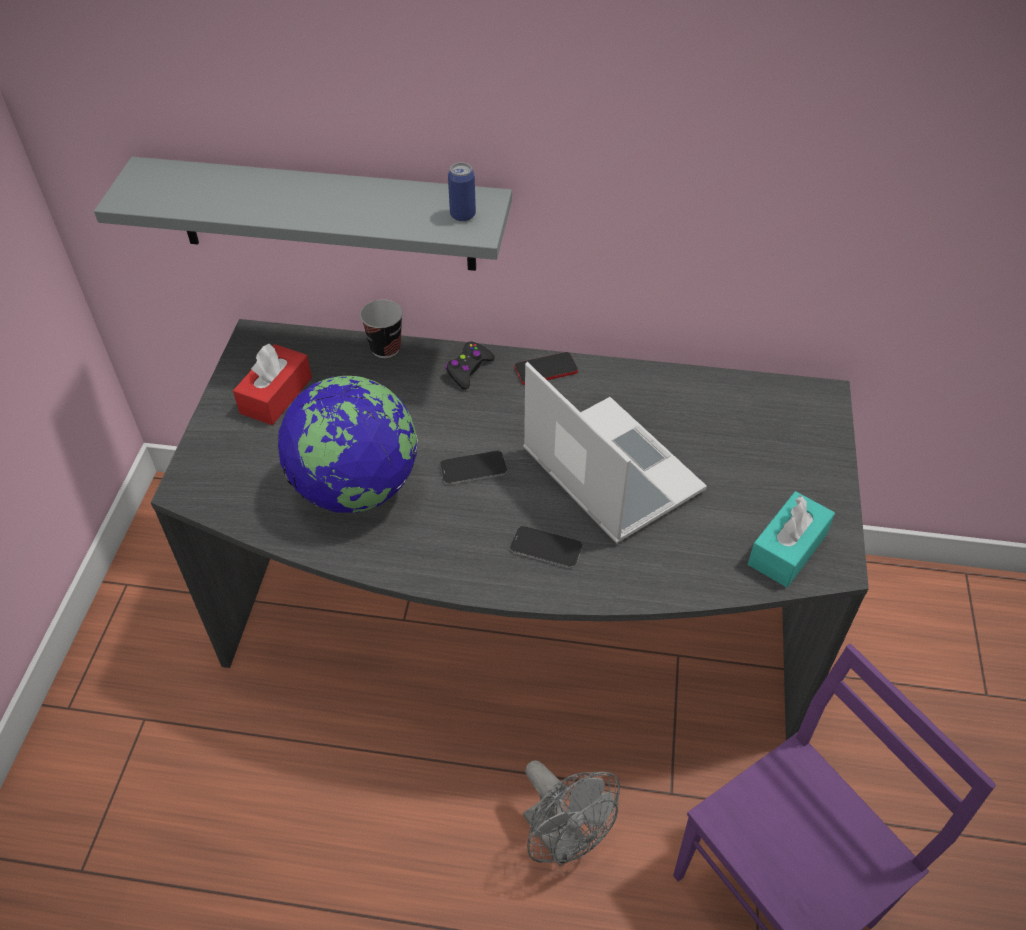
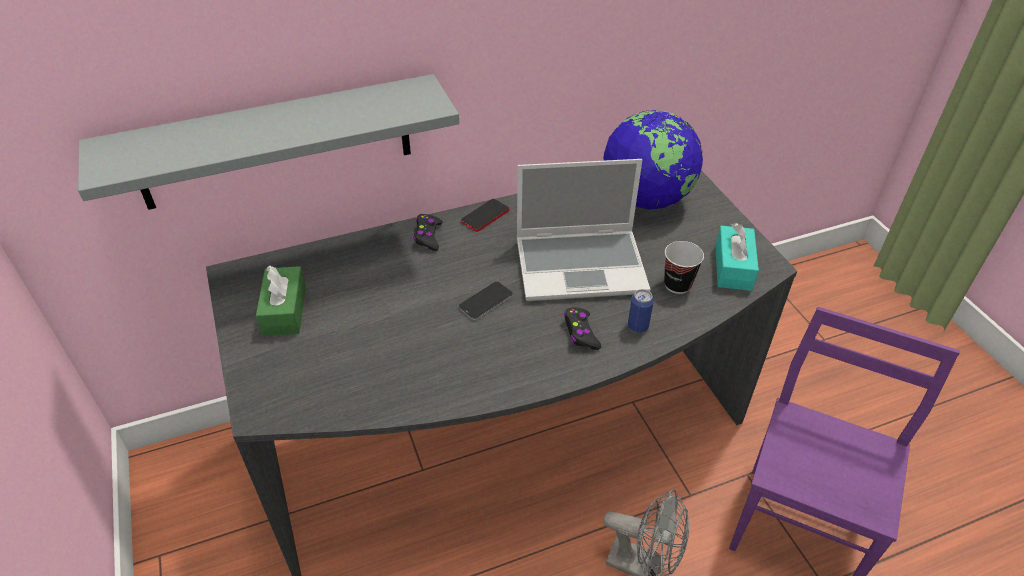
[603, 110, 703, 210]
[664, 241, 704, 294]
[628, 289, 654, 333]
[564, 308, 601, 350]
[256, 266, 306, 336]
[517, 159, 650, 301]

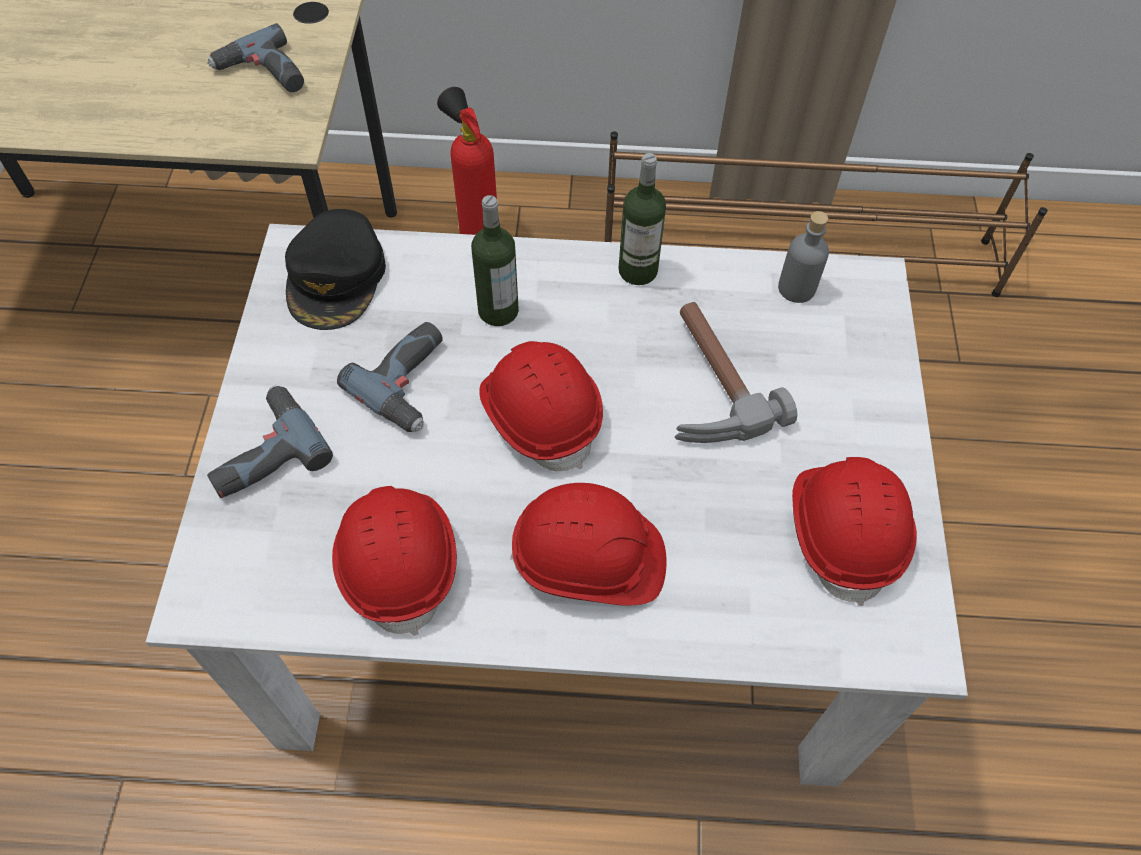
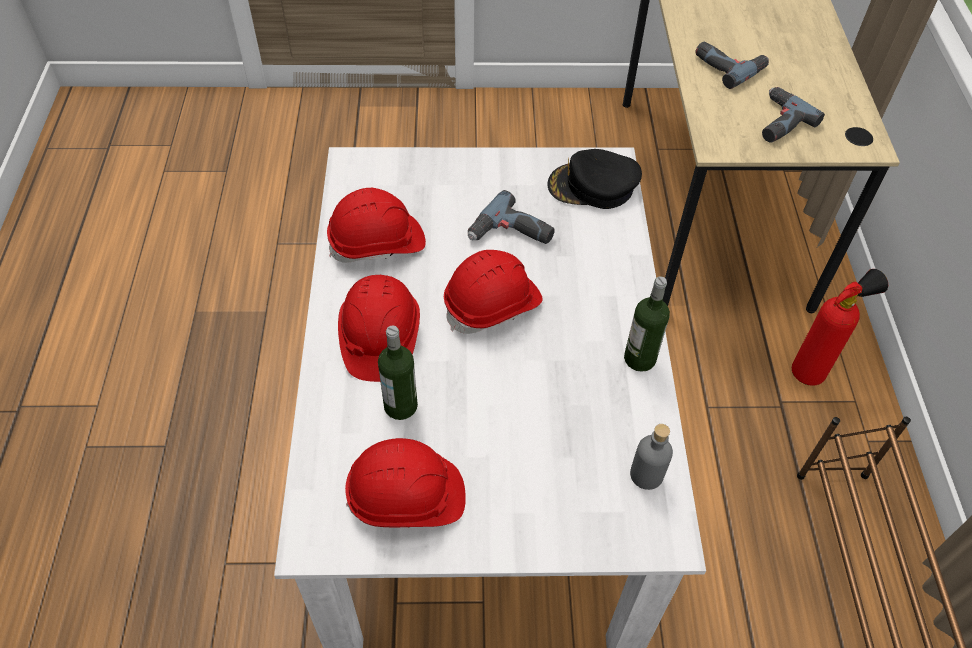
[675, 302, 797, 443] (first image)
[695, 42, 769, 89]
[378, 325, 418, 420]

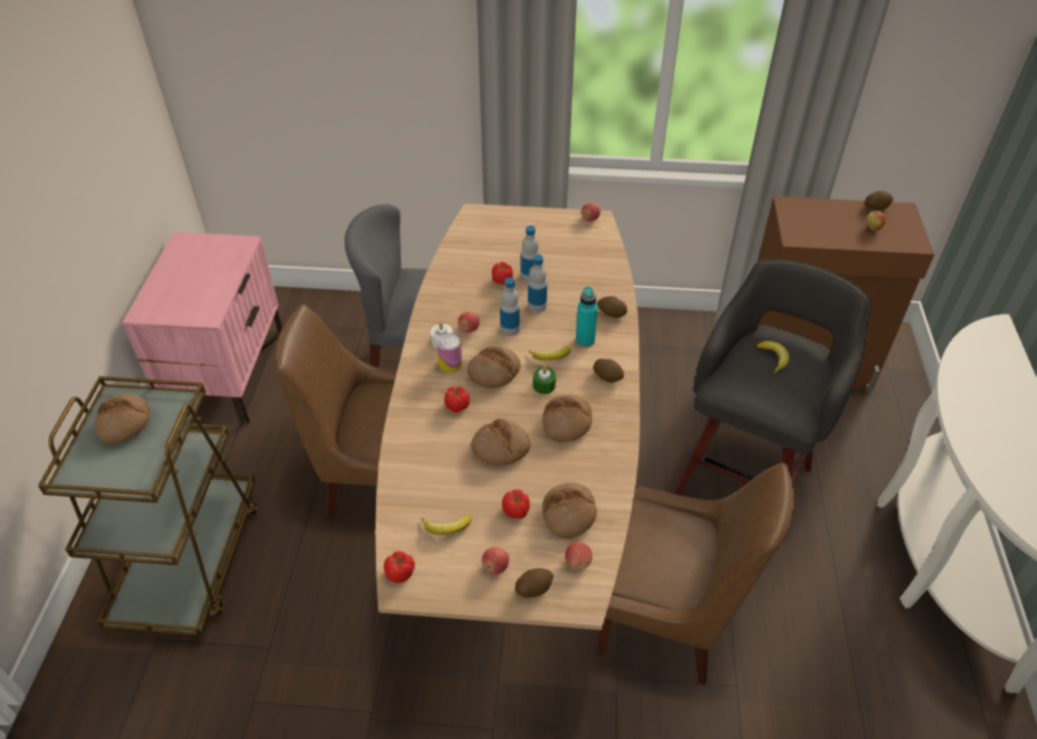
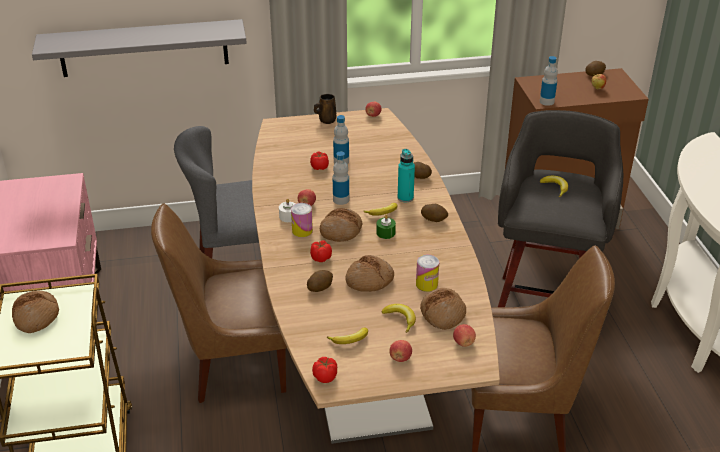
[542, 395, 592, 442] (first image)
[32, 19, 247, 77]
[314, 94, 336, 124]
[416, 255, 439, 292]
[307, 270, 333, 292]
[540, 56, 558, 106]
[381, 304, 416, 333]

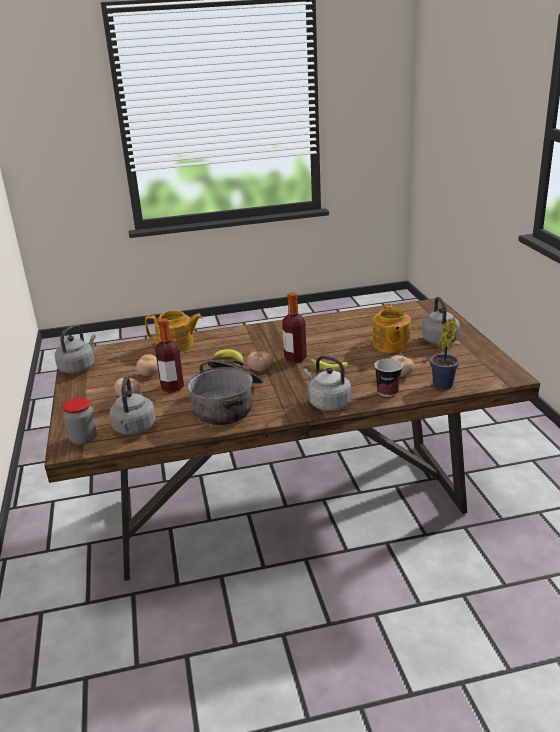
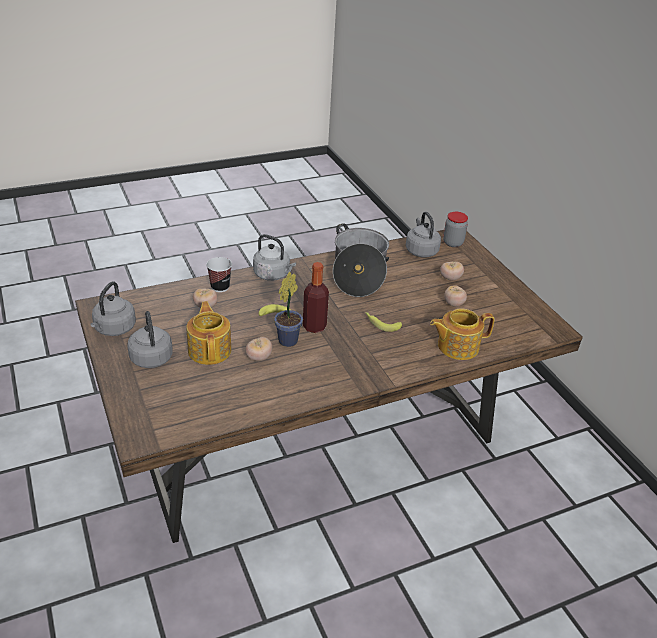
[155, 318, 184, 393] (first image)
[90, 281, 136, 336]
[245, 337, 272, 361]
[274, 272, 303, 347]

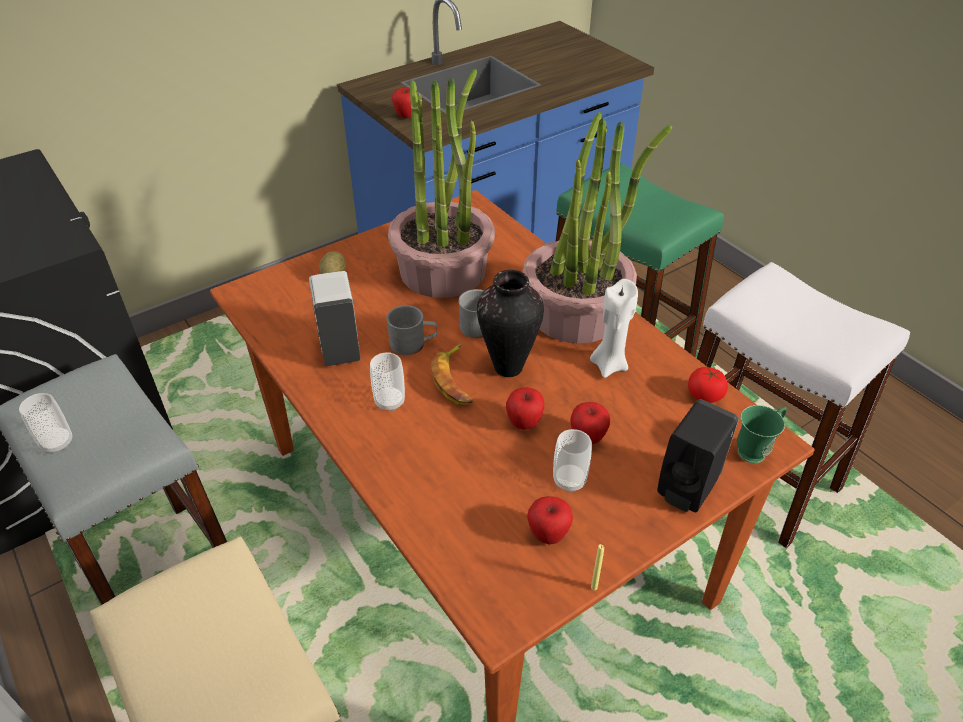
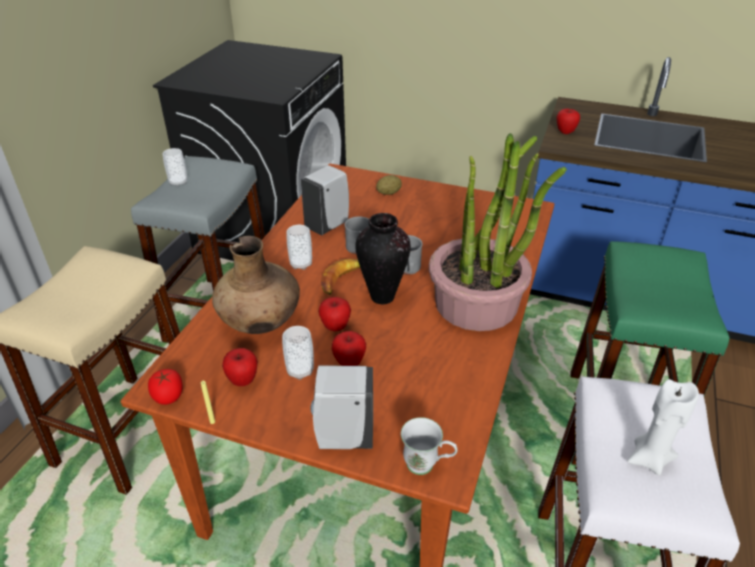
[388, 69, 495, 298] (first image)
[212, 236, 300, 334]
[627, 379, 699, 475]
[148, 369, 183, 405]
[310, 365, 373, 449]
[401, 417, 458, 475]

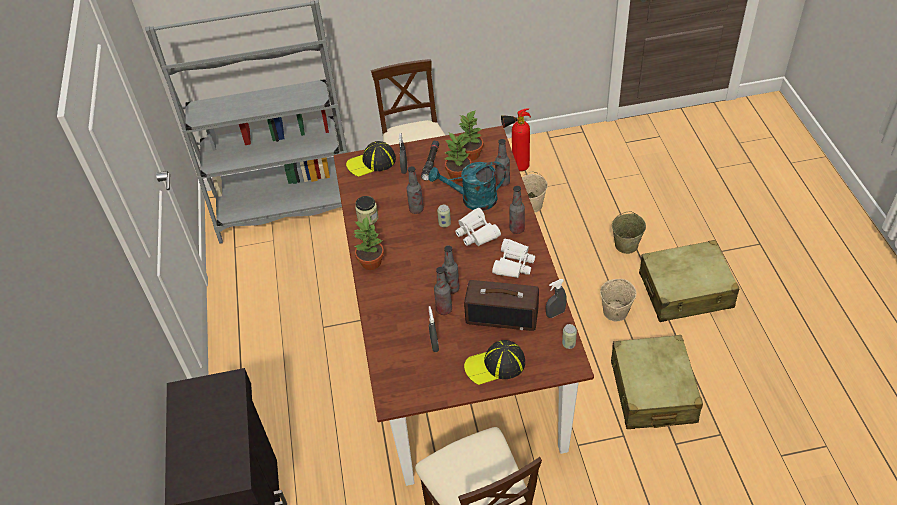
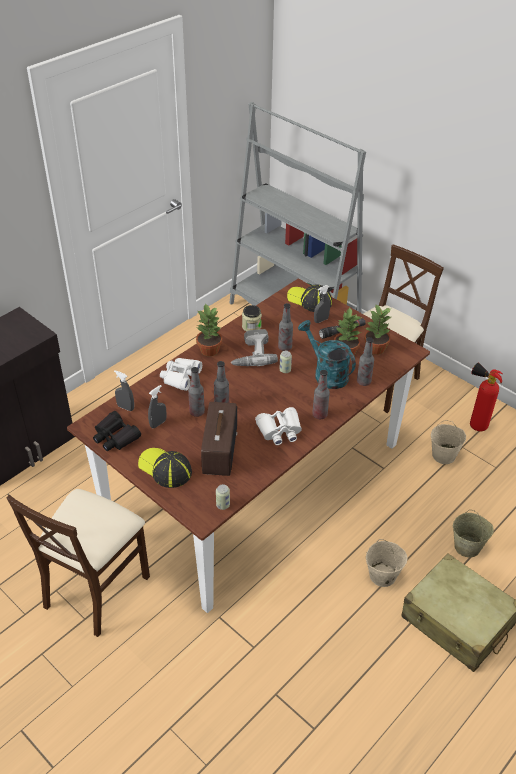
[611, 335, 703, 429] (first image)
[93, 411, 141, 451]
[231, 329, 278, 366]
[160, 358, 202, 391]
[114, 370, 134, 411]
[201, 402, 237, 476]

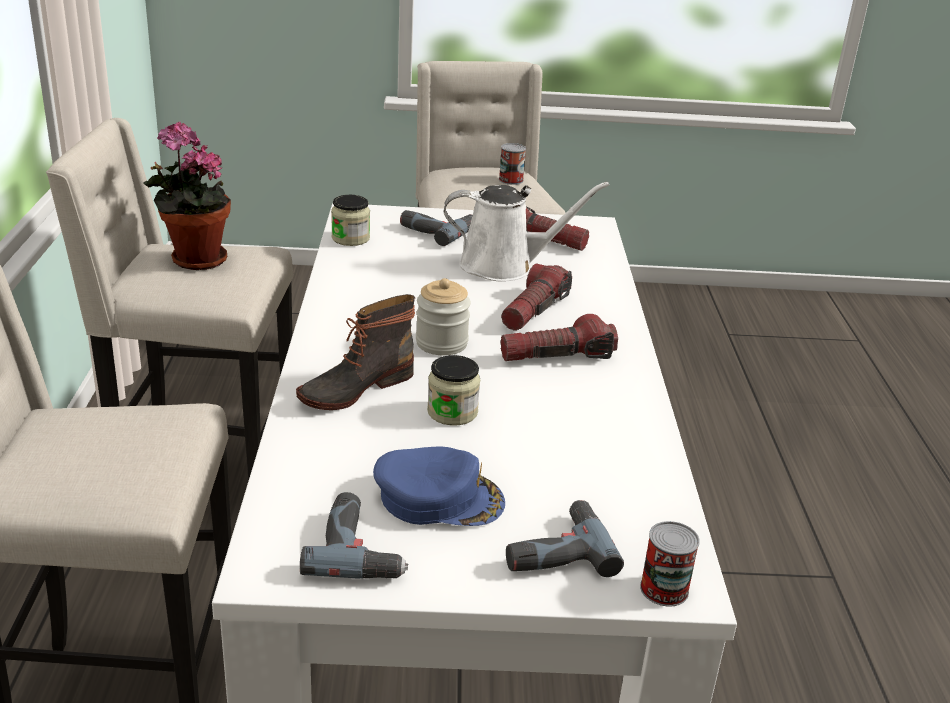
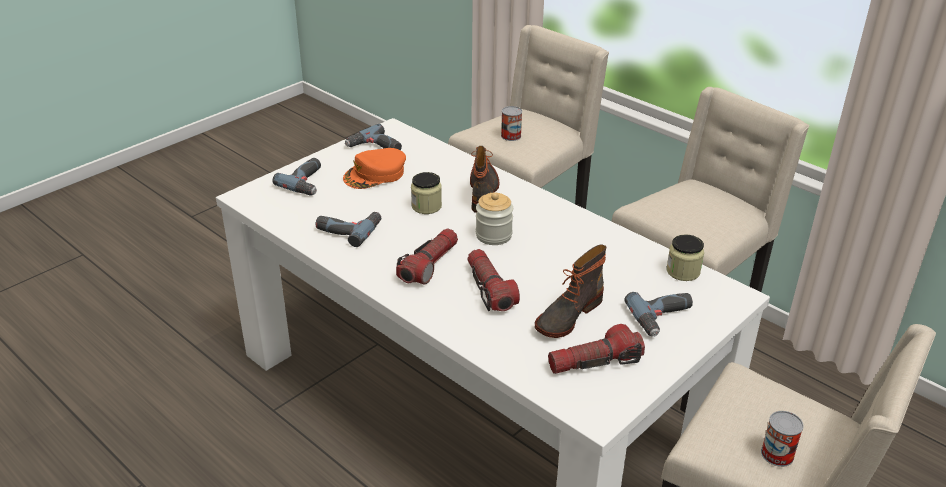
[144, 122, 231, 270] (first image)
[316, 212, 381, 247]
[501, 106, 522, 141]
[535, 245, 606, 338]
[343, 148, 406, 189]

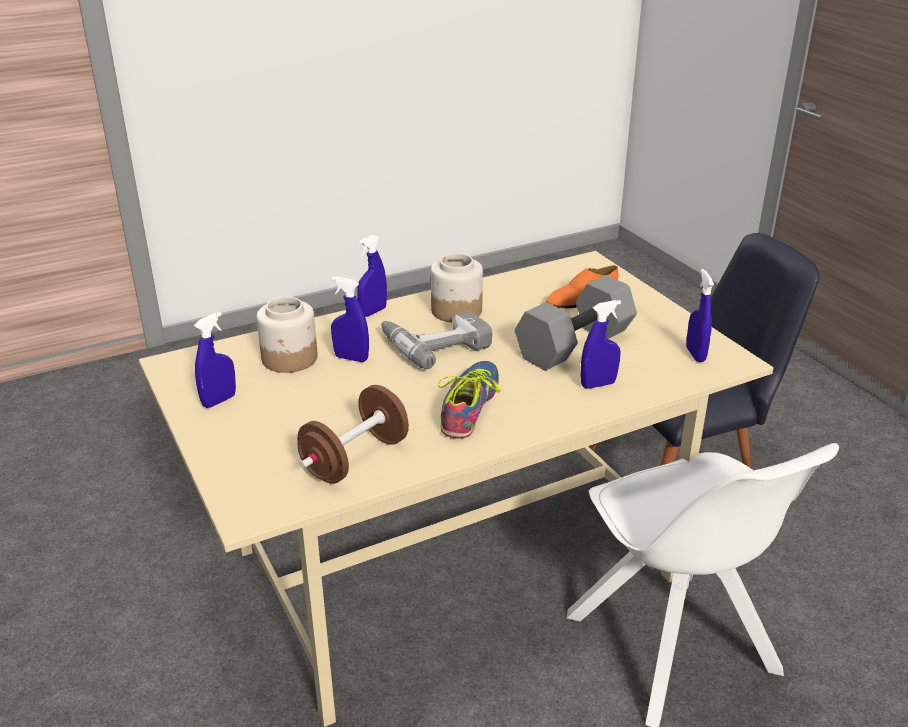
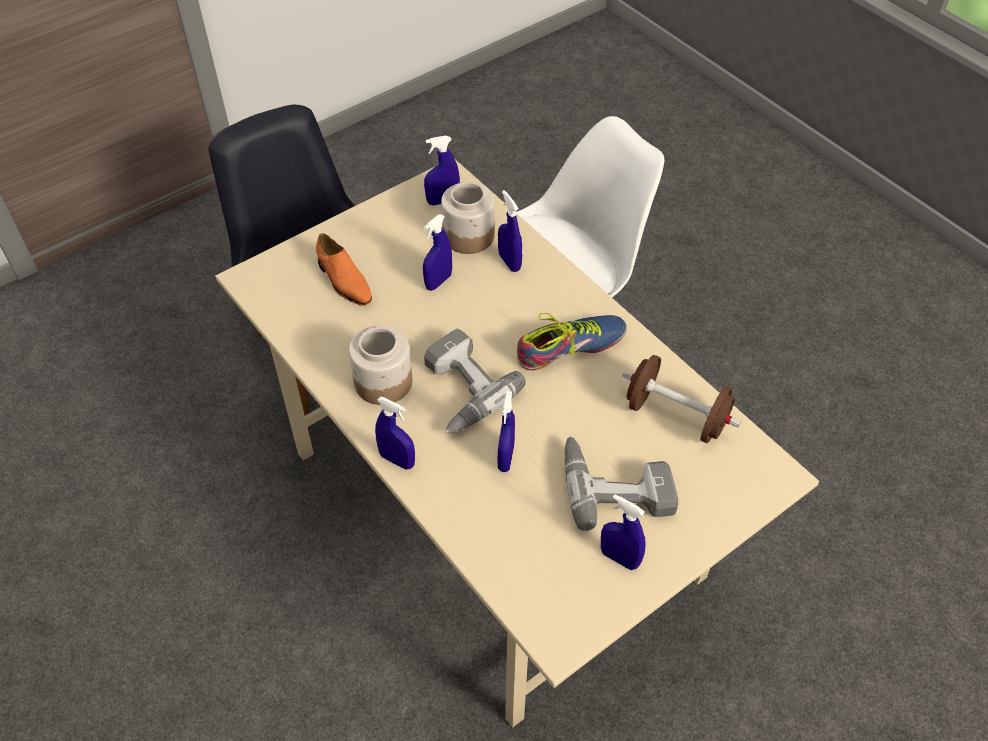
[565, 436, 678, 531]
[441, 182, 495, 254]
[423, 214, 452, 291]
[517, 313, 627, 371]

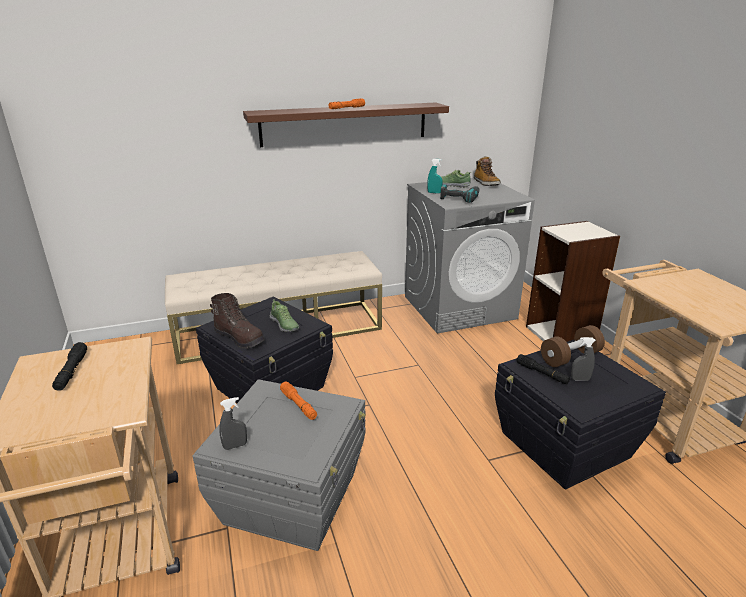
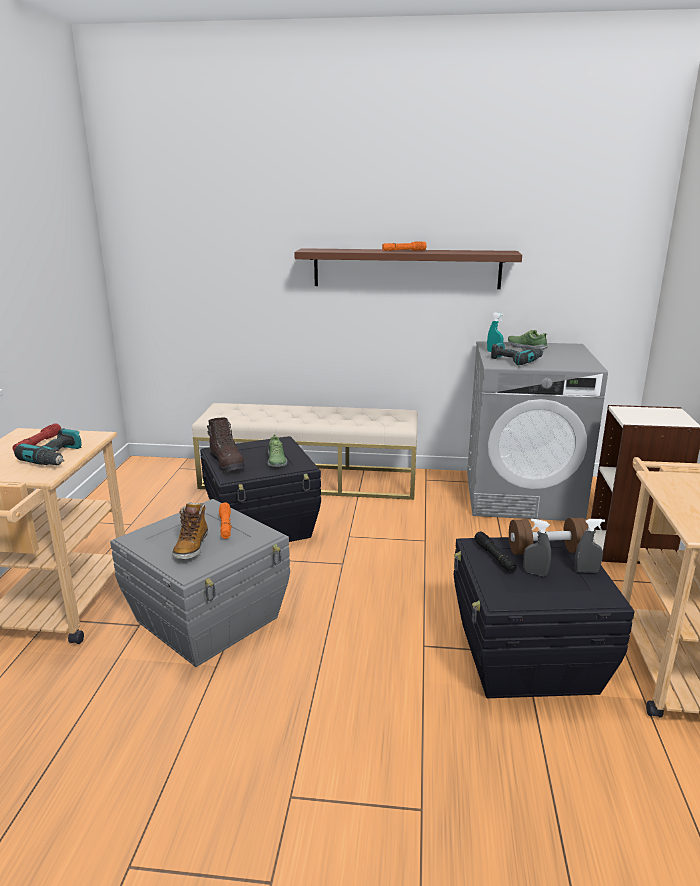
[14, 428, 82, 465]
[575, 519, 605, 573]
[172, 502, 208, 560]
[13, 423, 61, 451]

